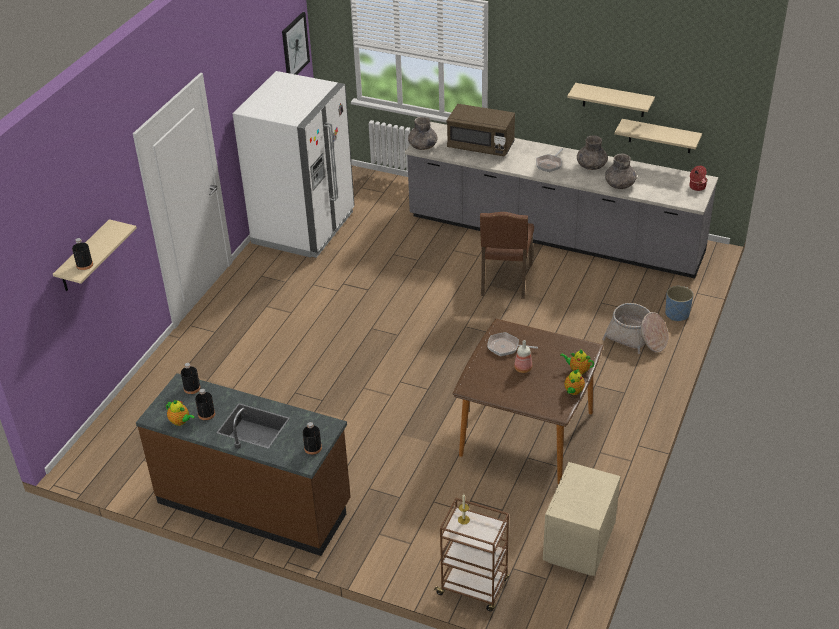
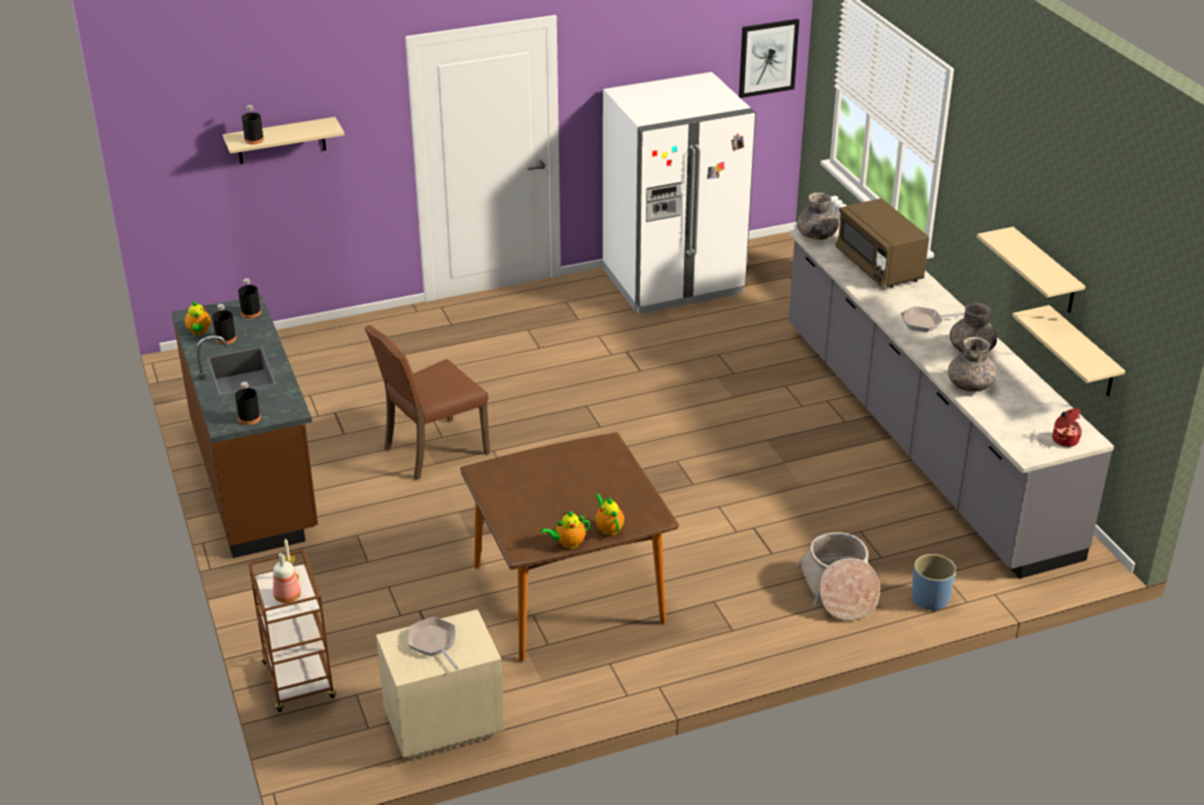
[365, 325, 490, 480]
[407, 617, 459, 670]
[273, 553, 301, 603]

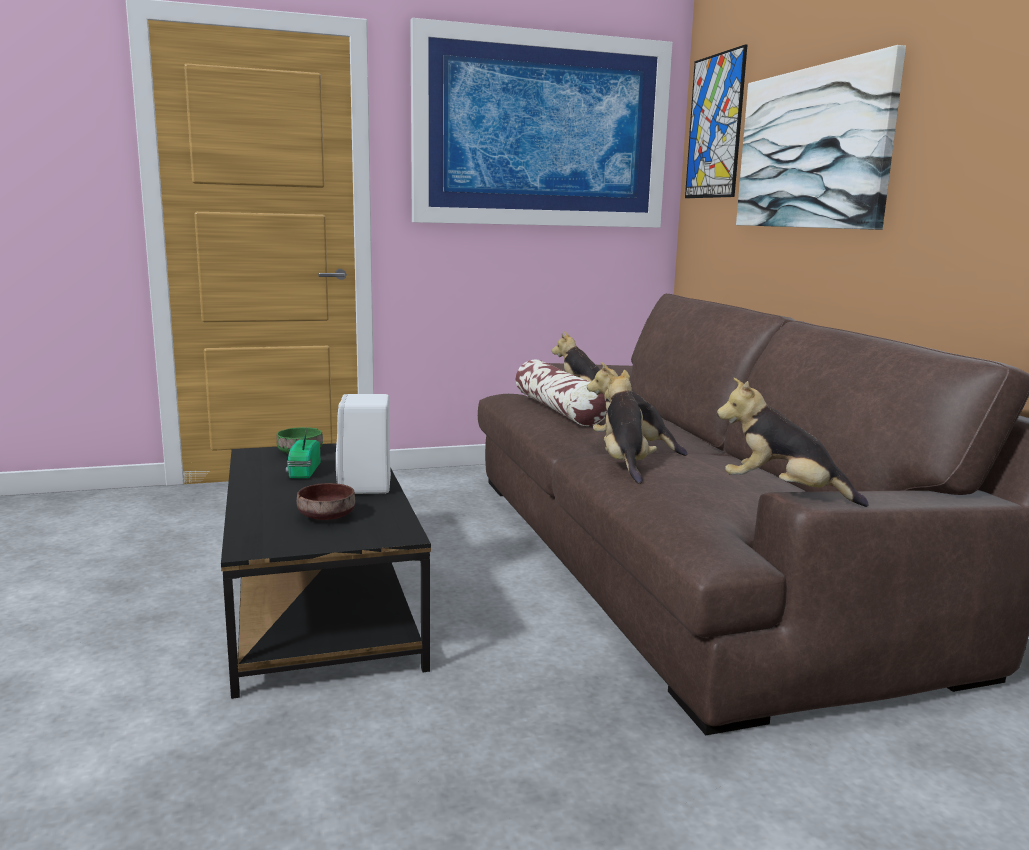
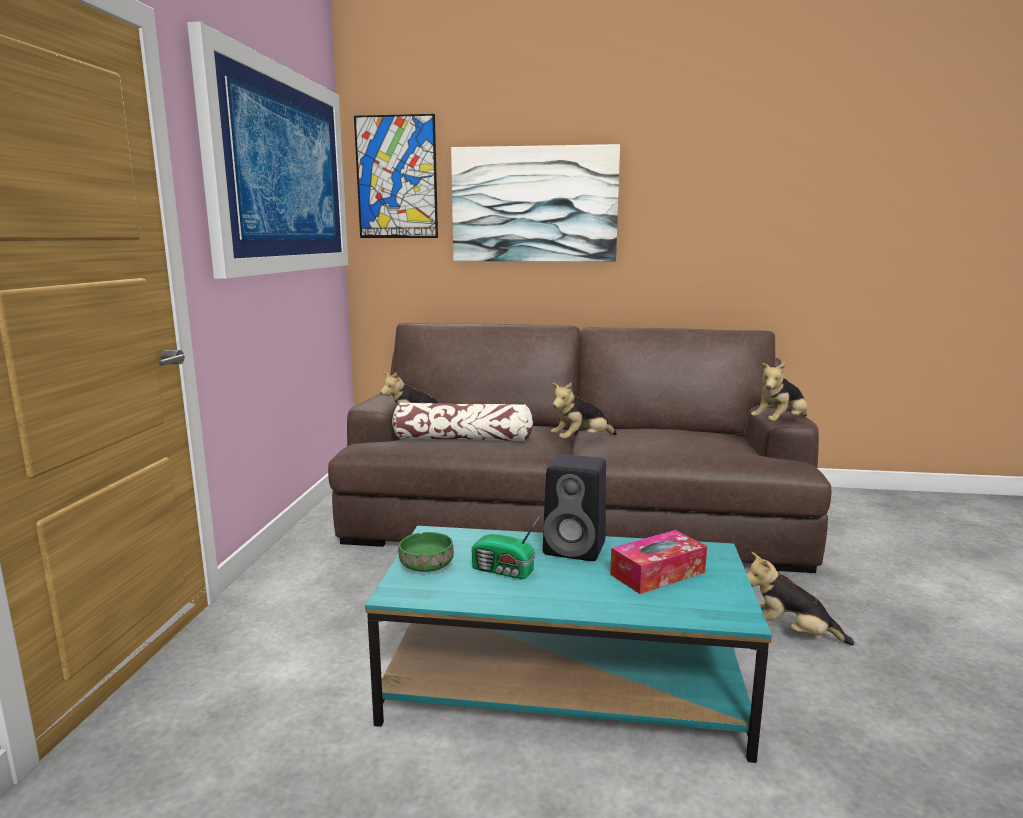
[747, 552, 854, 645]
[610, 530, 707, 594]
[365, 526, 772, 763]
[543, 454, 606, 561]

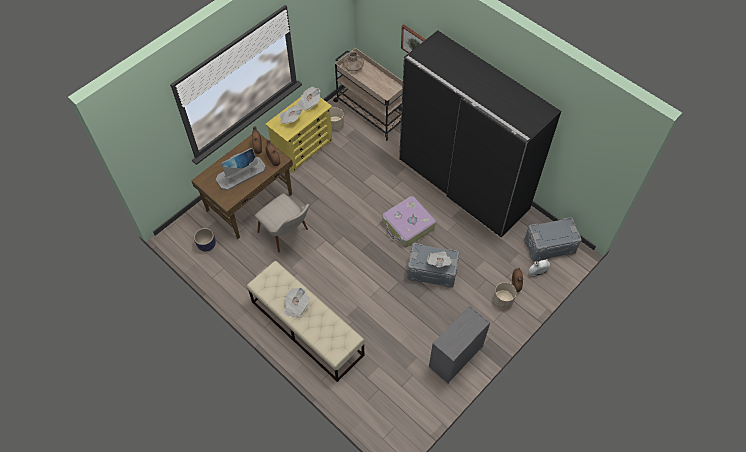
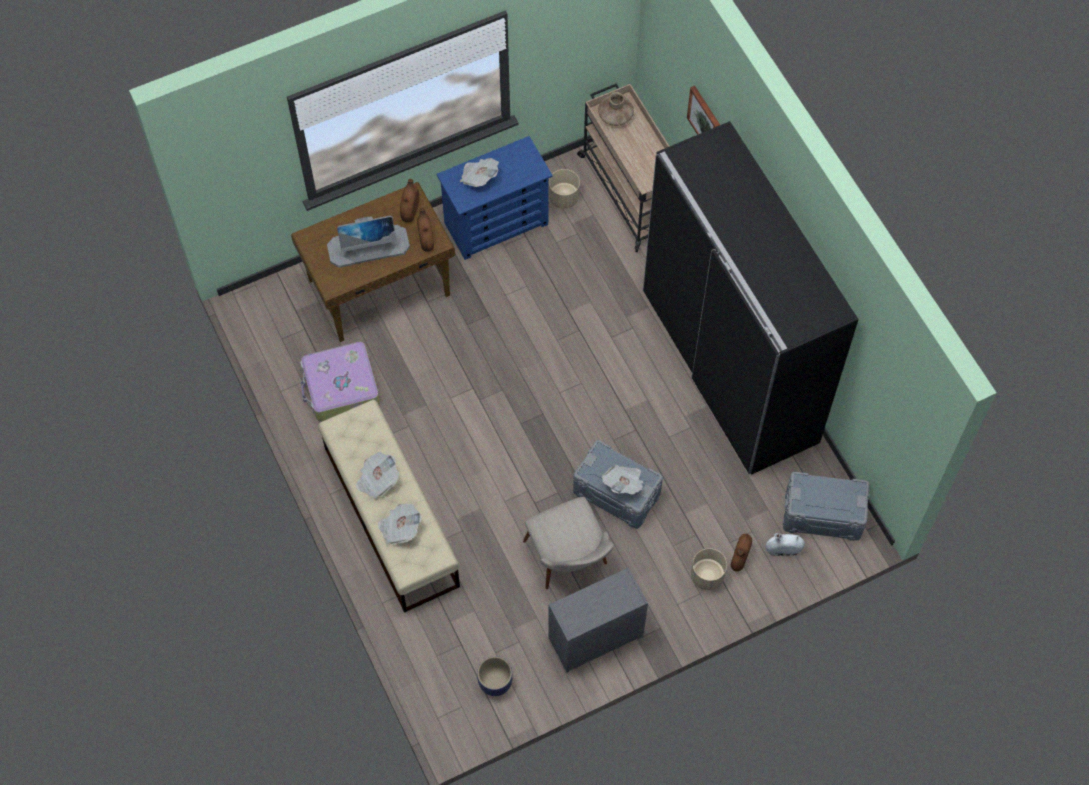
[477, 656, 513, 696]
[523, 497, 614, 589]
[378, 504, 422, 544]
[300, 342, 380, 421]
[437, 136, 553, 260]

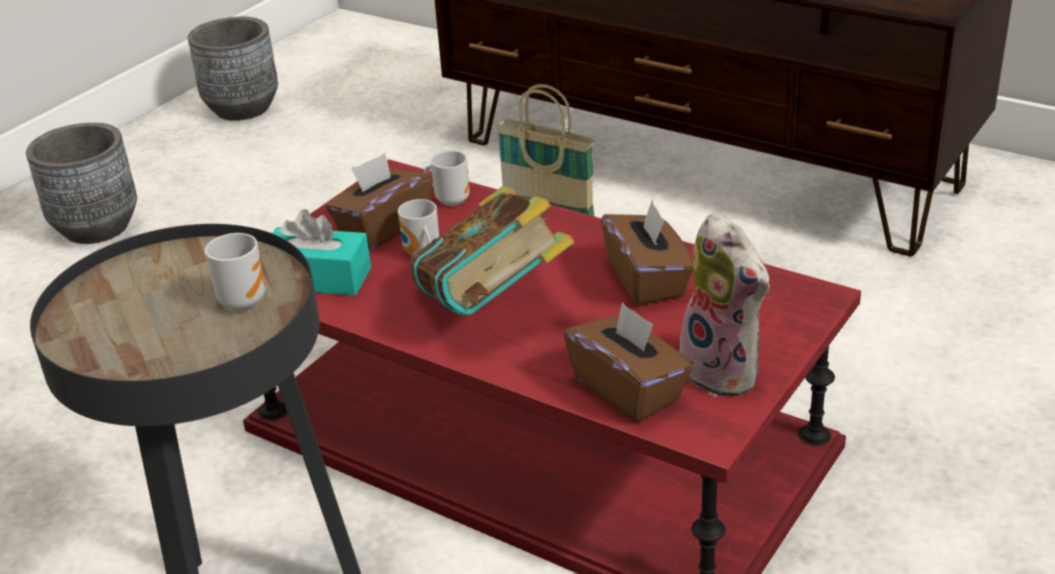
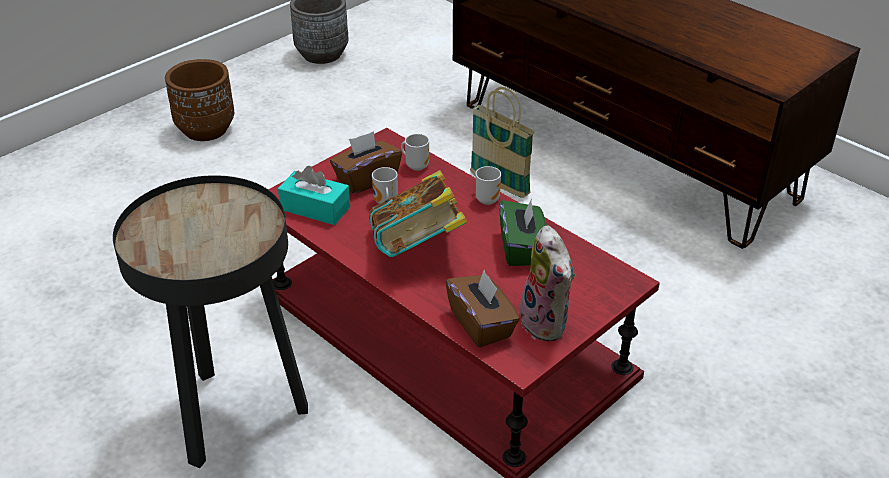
[475, 166, 501, 205]
[165, 59, 234, 141]
[500, 198, 547, 266]

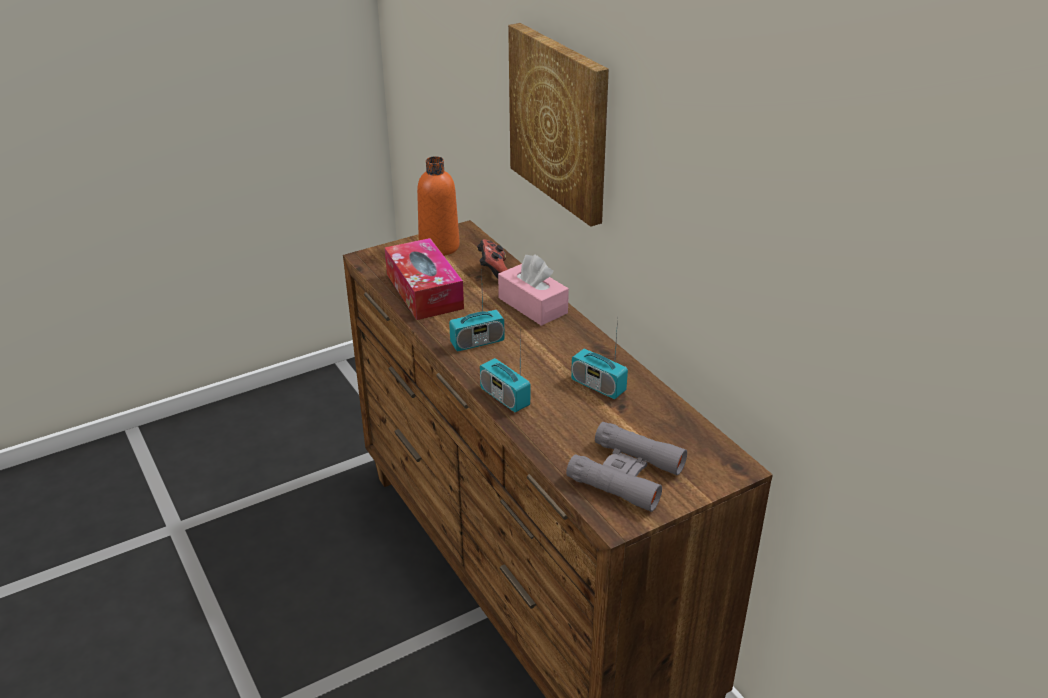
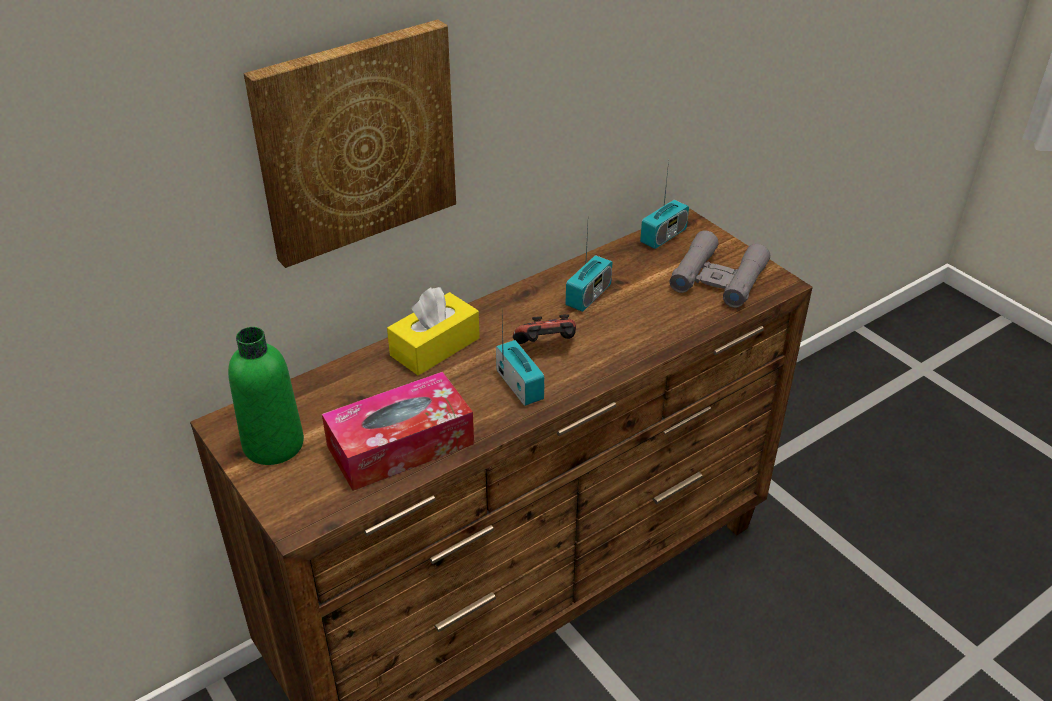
[513, 314, 576, 344]
[640, 160, 689, 249]
[228, 327, 304, 465]
[387, 287, 480, 376]

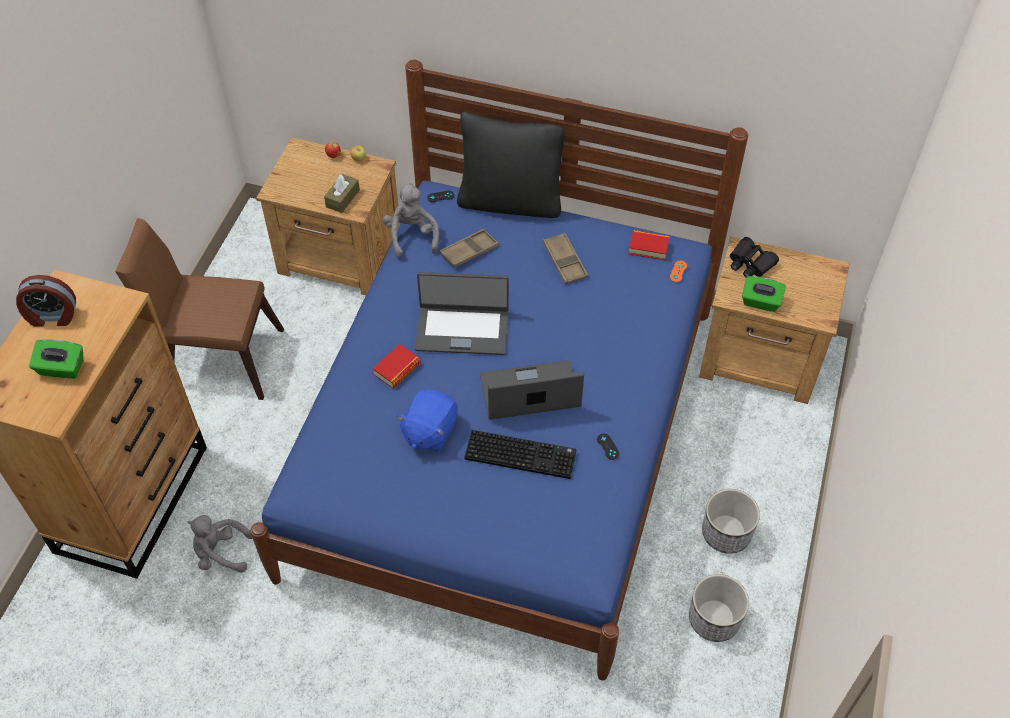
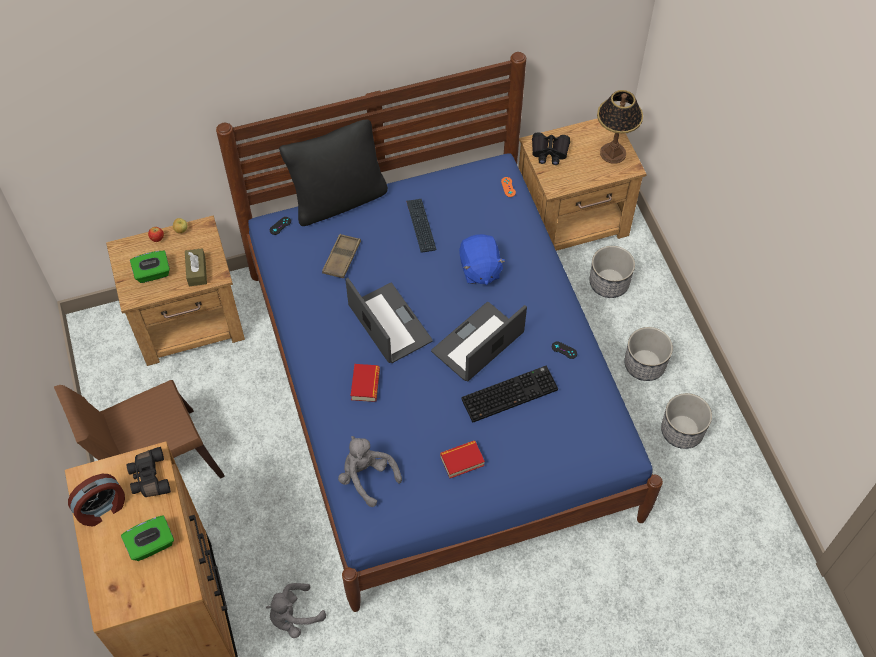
[126, 447, 171, 497]
[589, 246, 635, 298]
[597, 90, 643, 164]
[338, 436, 402, 507]
[459, 234, 505, 285]
[440, 440, 485, 478]
[130, 251, 170, 283]
[406, 199, 436, 253]
[345, 278, 433, 363]

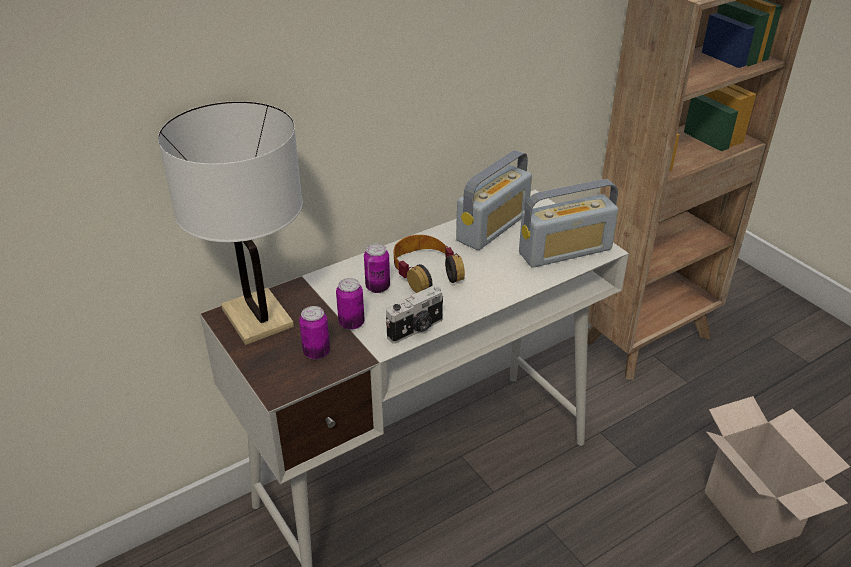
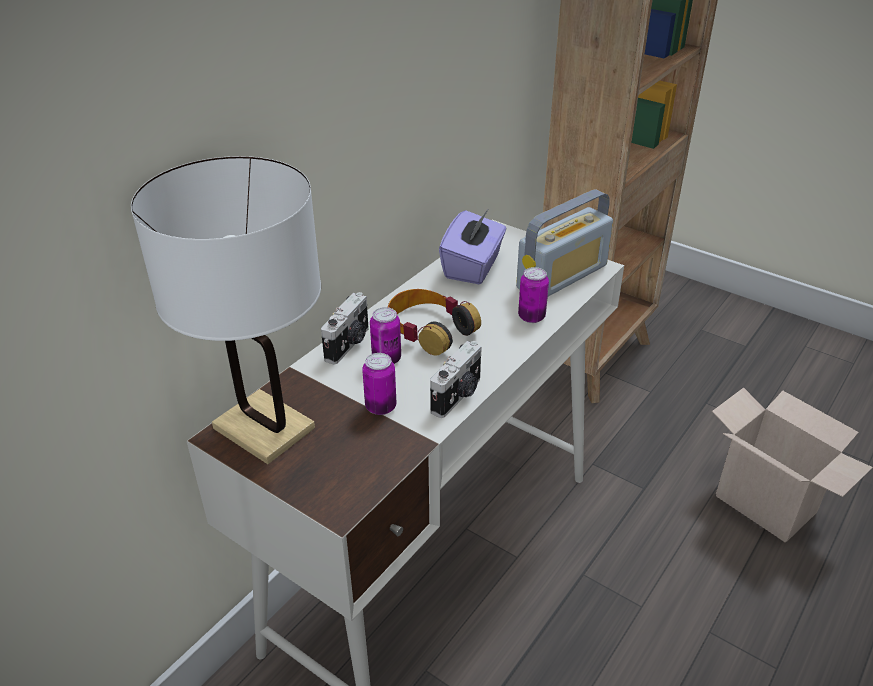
[321, 292, 369, 364]
[518, 267, 549, 323]
[439, 210, 506, 284]

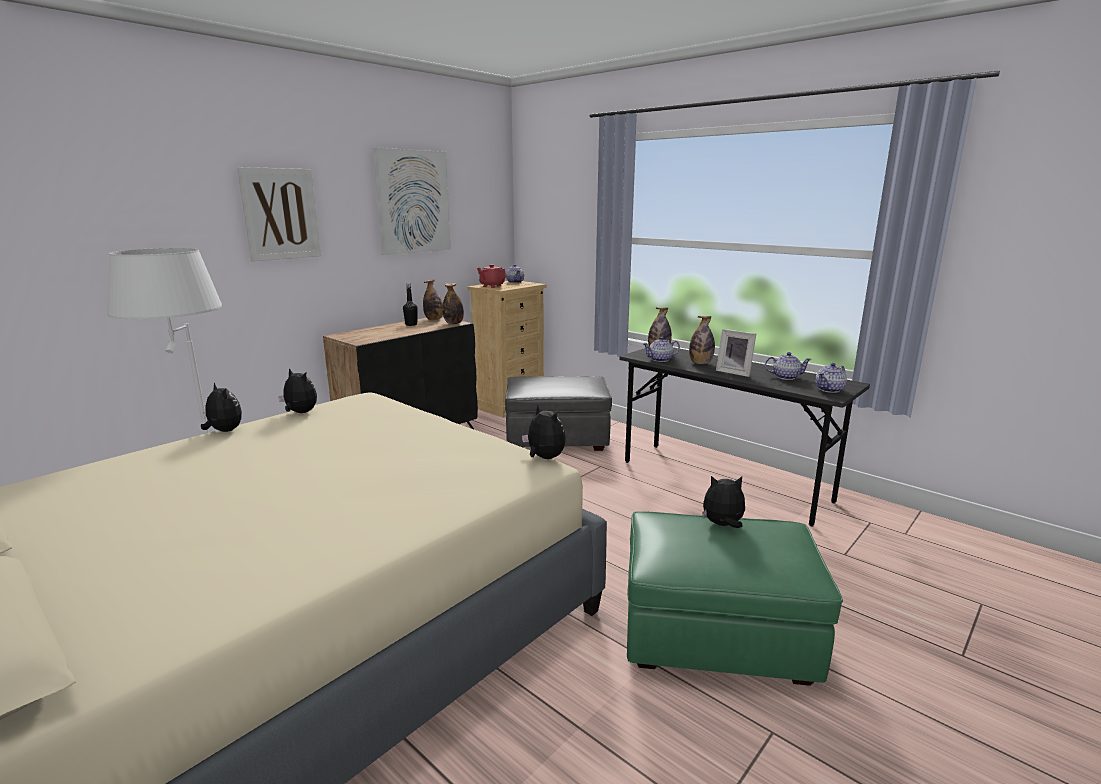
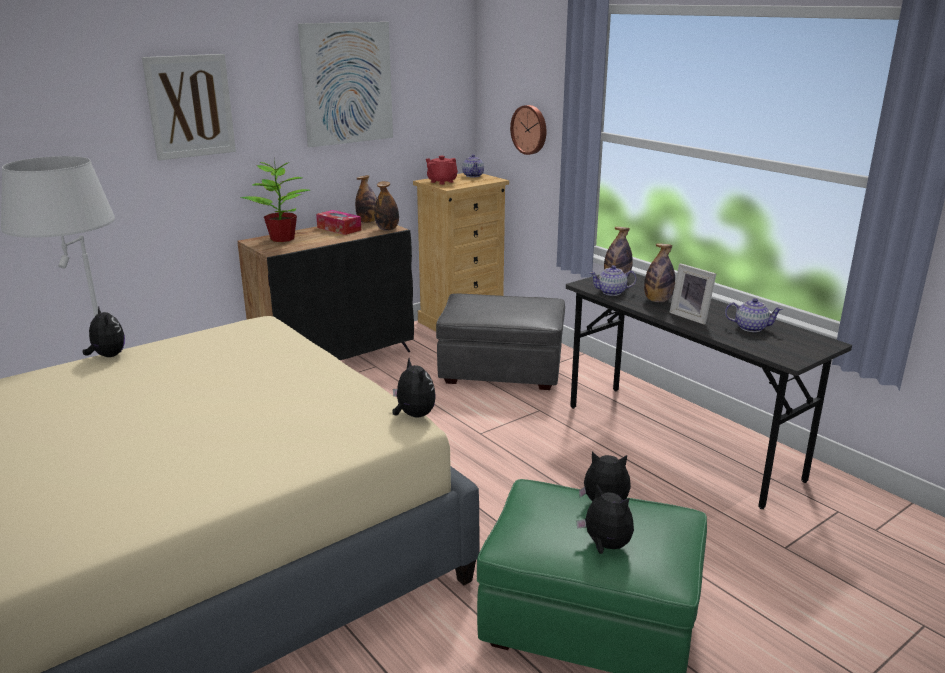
[815, 363, 847, 393] (first image)
[241, 156, 310, 242]
[510, 105, 546, 155]
[577, 485, 634, 554]
[316, 210, 361, 235]

